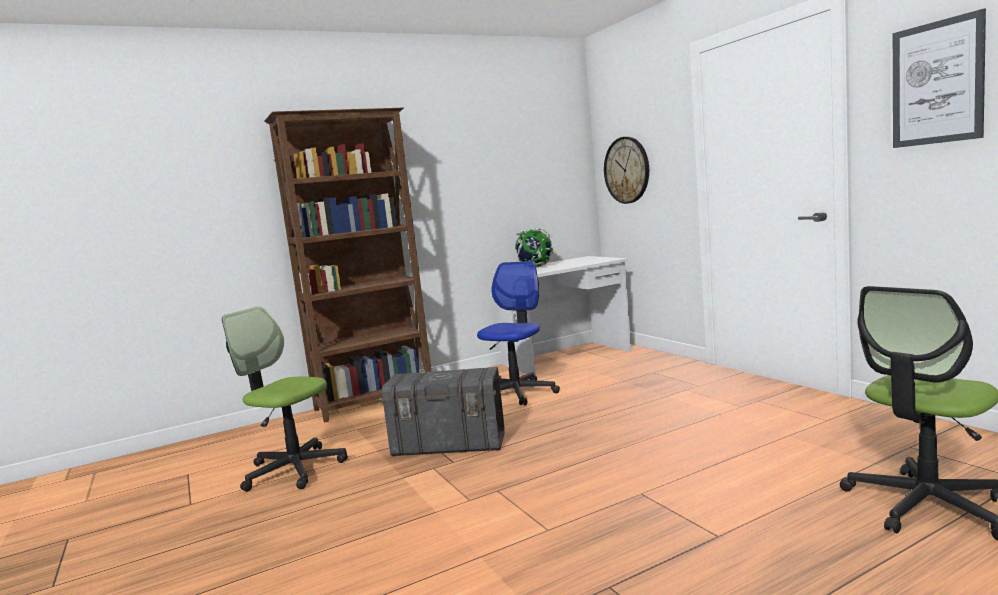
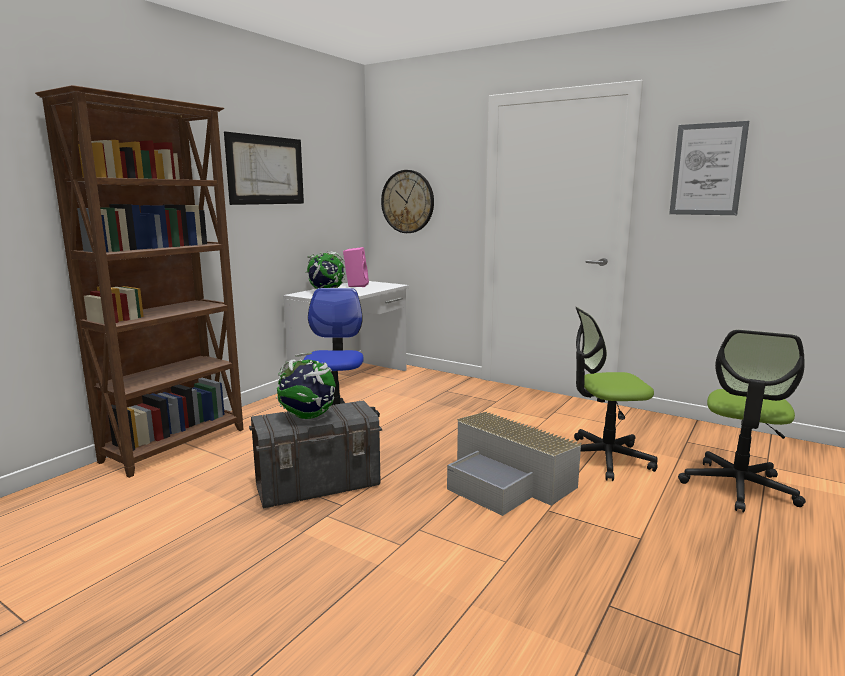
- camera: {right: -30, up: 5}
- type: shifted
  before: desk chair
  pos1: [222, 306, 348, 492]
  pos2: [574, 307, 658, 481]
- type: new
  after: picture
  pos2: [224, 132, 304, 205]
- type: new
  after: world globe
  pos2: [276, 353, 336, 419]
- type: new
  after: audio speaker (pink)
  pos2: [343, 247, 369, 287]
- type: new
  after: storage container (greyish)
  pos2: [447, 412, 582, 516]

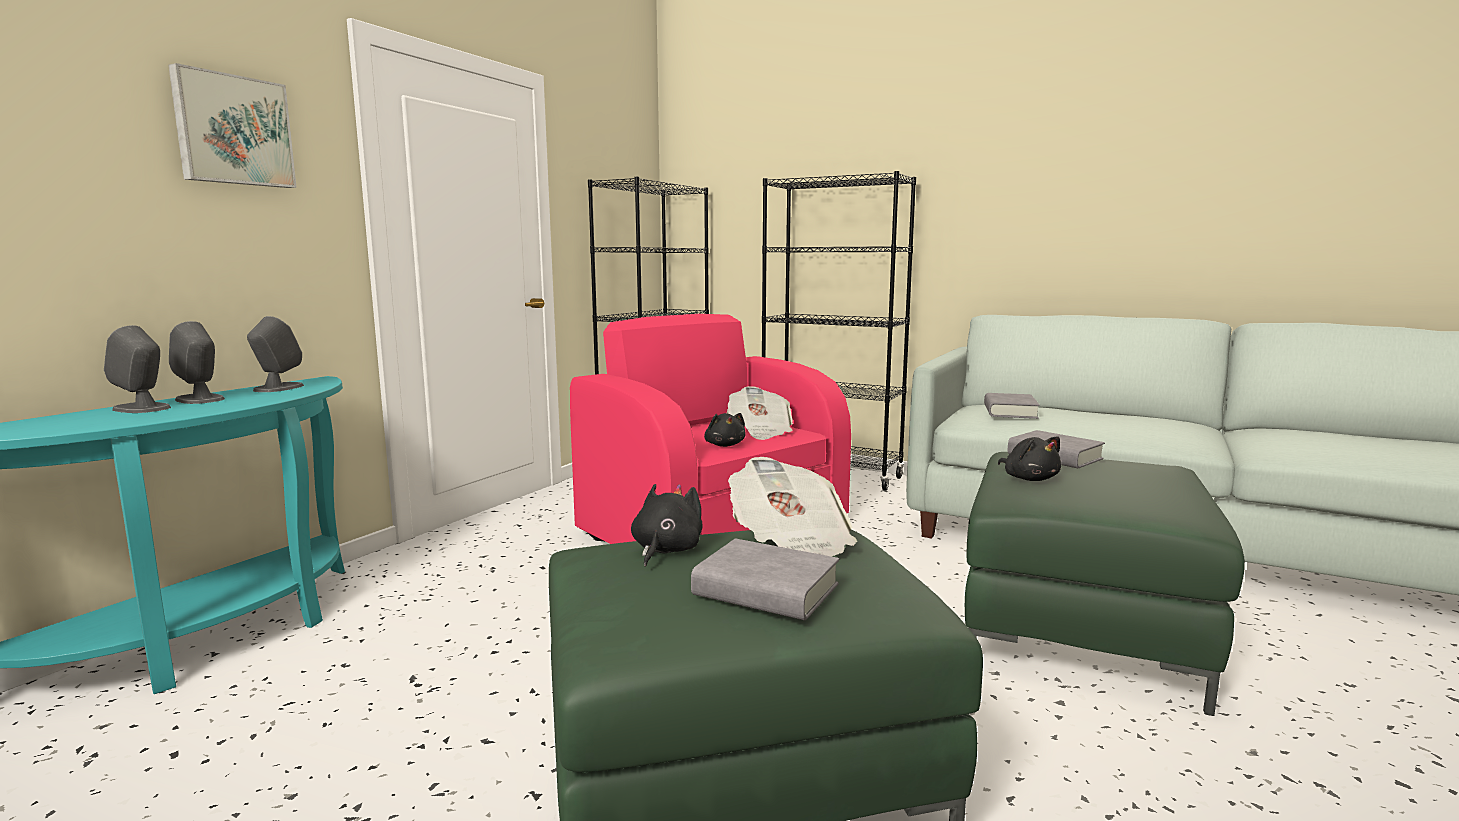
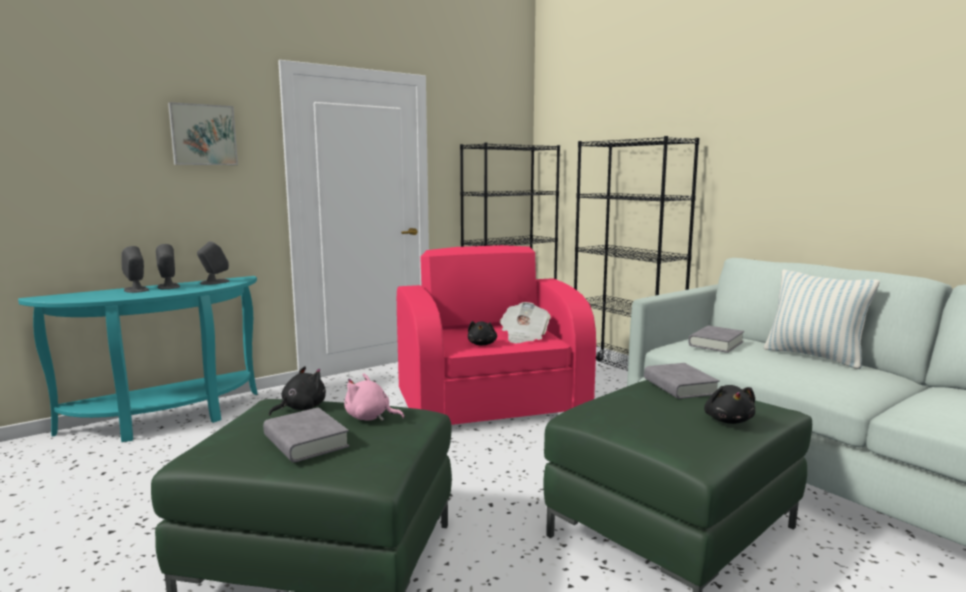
- camera: {right: 25, up: 0}
- type: swapped
  before: printed paper
  after: plush toy (pink)
  pos1: [728, 457, 857, 557]
  pos2: [344, 373, 405, 421]
- type: shifted
  before: plush toy (black-coloured)
  pos1: [998, 437, 1061, 481]
  pos2: [704, 385, 755, 424]
- type: new
  after: throw pillow
  pos2: [764, 270, 880, 369]

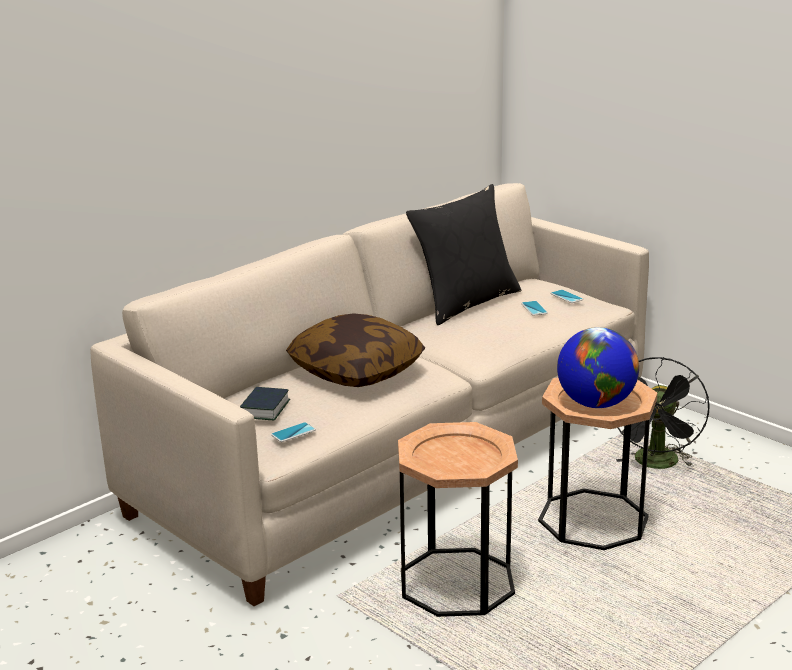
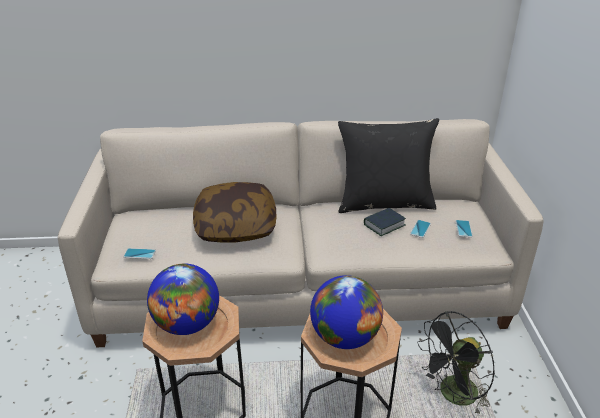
- camera: {right: 40, up: 10}
- type: shifted
  before: bound book
  pos1: [240, 387, 290, 420]
  pos2: [364, 208, 406, 236]
- type: new
  after: world globe
  pos2: [147, 263, 219, 335]

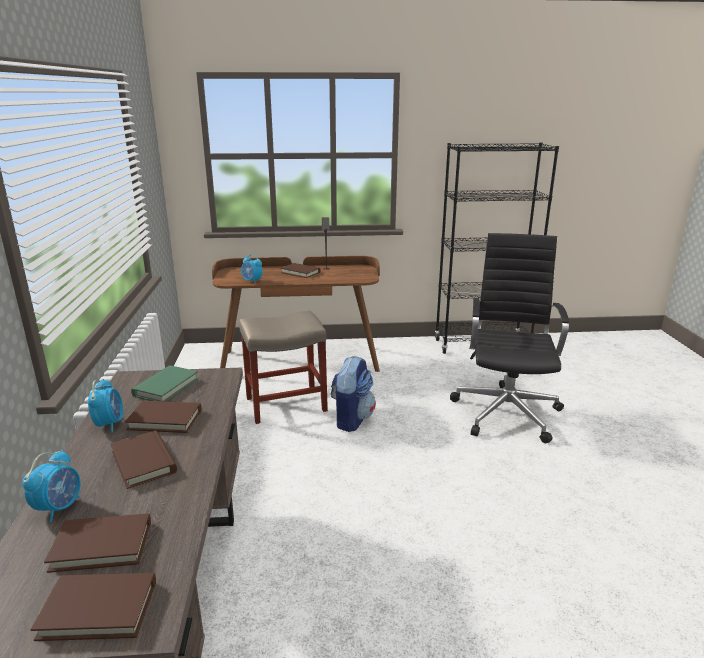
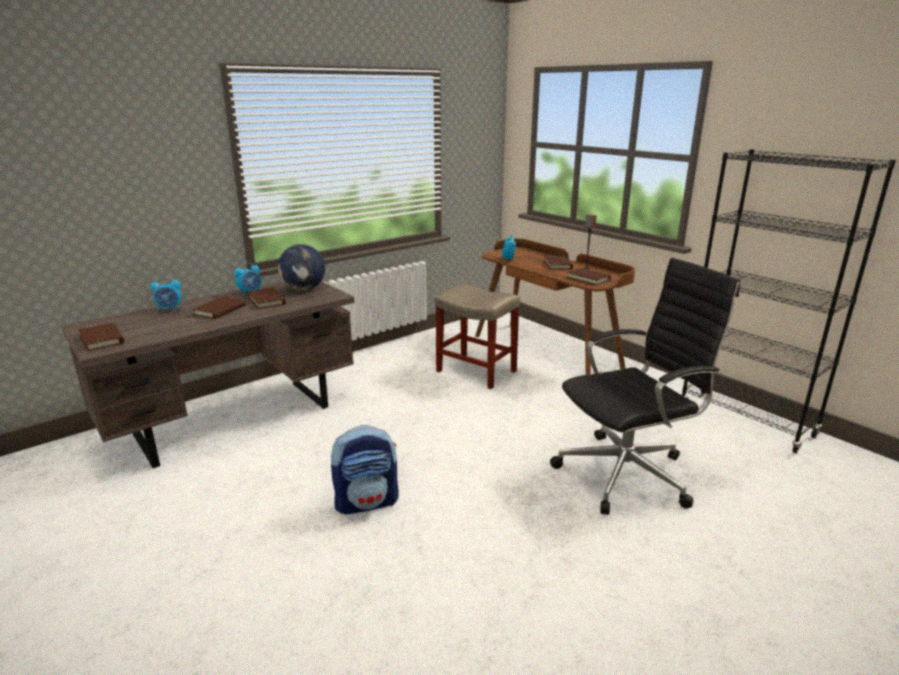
- camera: {right: 55, up: 0}
- type: shifted
  before: bound book (brownish)
  pos1: [44, 513, 151, 573]
  pos2: [567, 268, 611, 285]
- type: swapped
  before: bound book (greenish)
  after: world globe
  pos1: [131, 365, 199, 401]
  pos2: [278, 244, 325, 291]
- type: shifted
  before: backpack
  pos1: [331, 356, 376, 432]
  pos2: [331, 425, 399, 514]

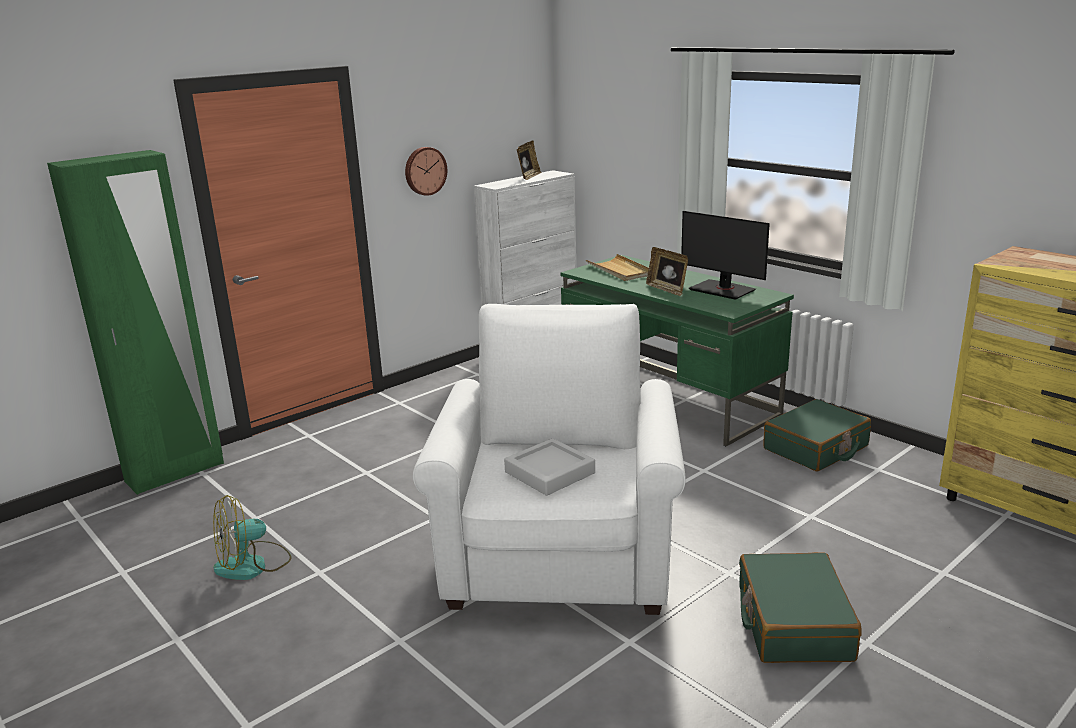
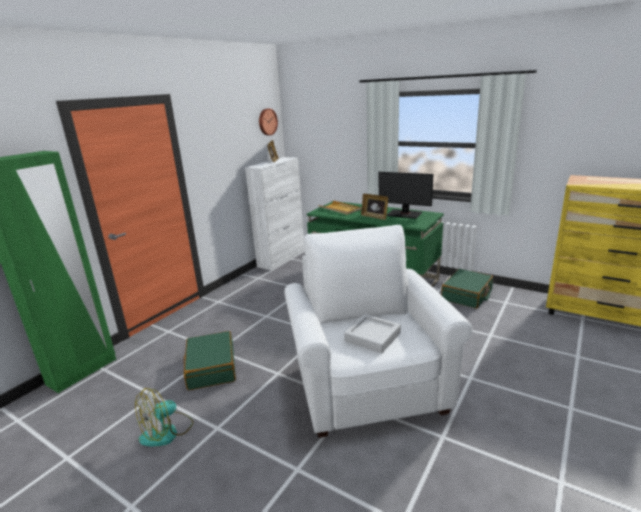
- camera: {right: -15, up: 0}
- type: shifted
  before: clock on the wall
  pos1: [405, 147, 447, 196]
  pos2: [259, 109, 278, 135]
- type: shifted
  before: suitcase (greenish)
  pos1: [739, 552, 862, 663]
  pos2: [183, 331, 236, 390]

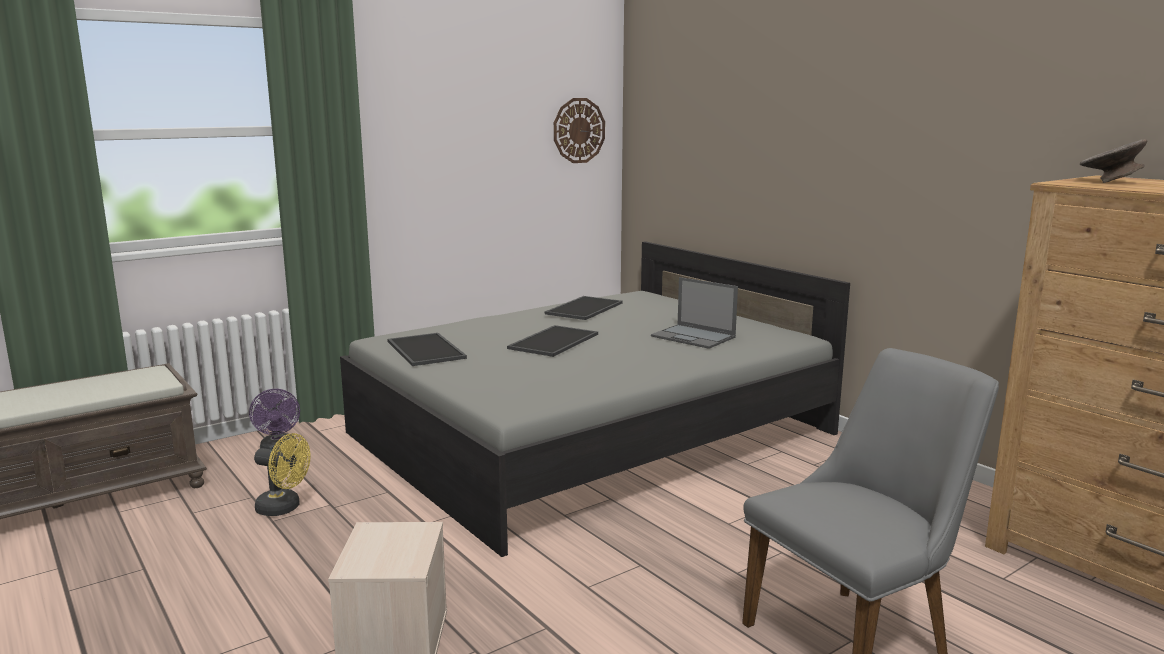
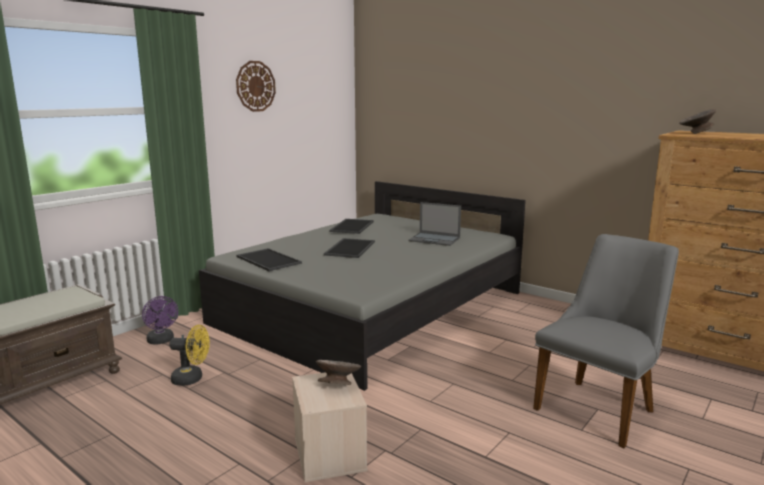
- camera: {right: -15, up: 0}
- type: shifted
  before: clock on the wall
  pos1: [554, 98, 605, 163]
  pos2: [236, 61, 276, 112]
- type: new
  after: serving bowl (greyish)
  pos2: [316, 360, 361, 385]

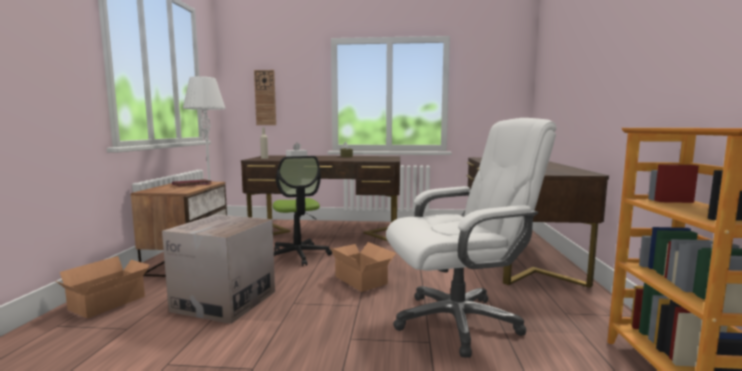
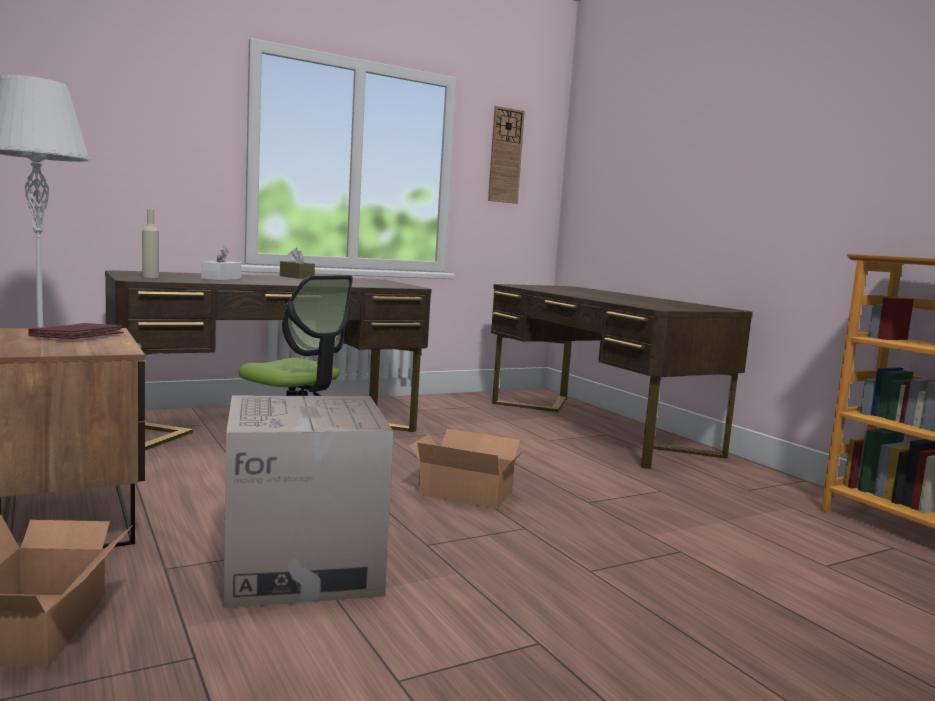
- camera: {right: -35, up: 0}
- type: shifted
  before: clock on the wall
  pos1: [254, 70, 276, 125]
  pos2: [488, 106, 525, 204]
- type: gone
  before: desk chair (whitish)
  pos1: [386, 118, 557, 358]

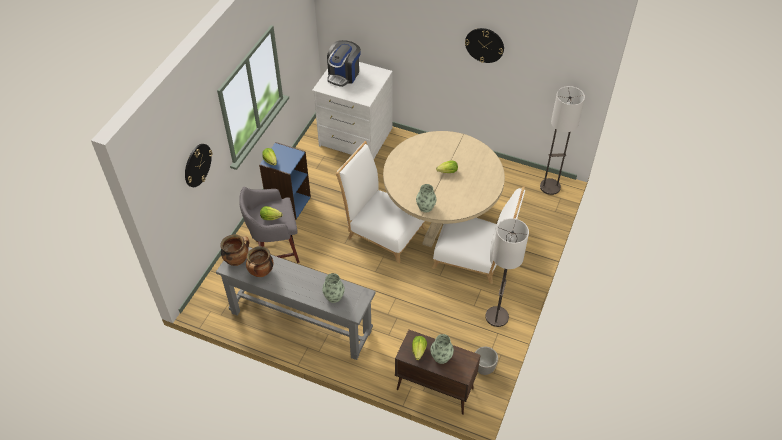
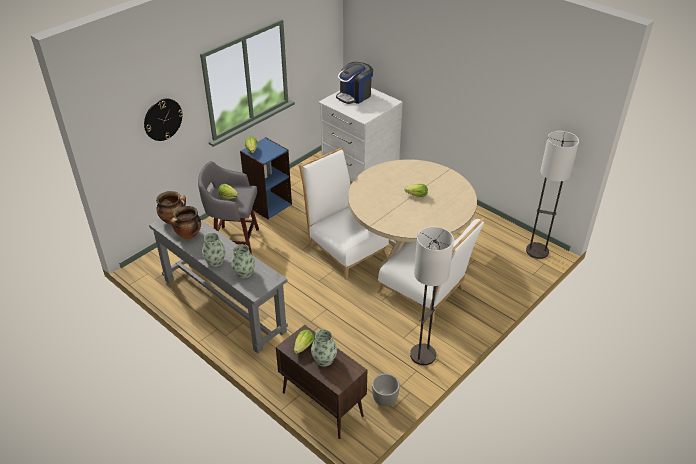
- camera: {right: 20, up: -10}
- type: shifted
  before: decorative vase
  pos1: [416, 184, 437, 212]
  pos2: [202, 233, 226, 267]
- type: gone
  before: clock on the wall
  pos1: [465, 28, 504, 63]

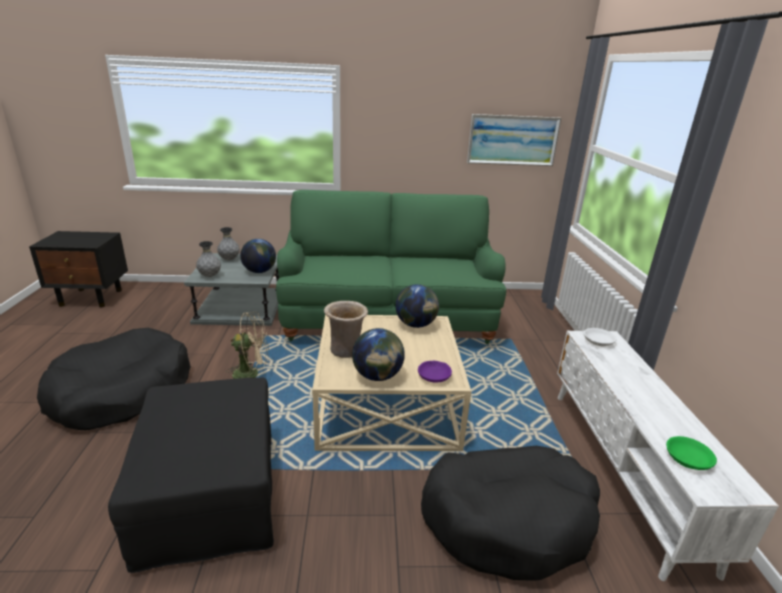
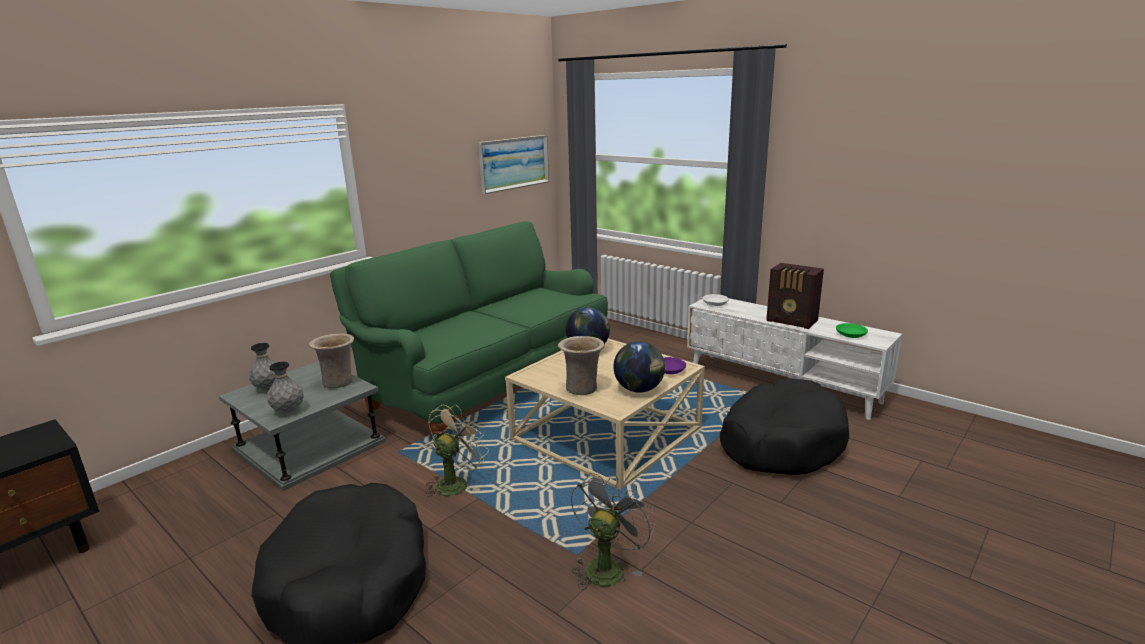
- camera: {right: -45, up: -5}
- type: swapped
  before: pouffe (black-coloured)
  after: electric fan (greyish)
  pos1: [108, 377, 274, 573]
  pos2: [571, 473, 655, 590]
- type: swapped
  before: world globe
  after: decorative vase (beige)
  pos1: [240, 239, 276, 273]
  pos2: [309, 334, 354, 388]
- type: new
  after: radio receiver
  pos2: [766, 263, 824, 329]

